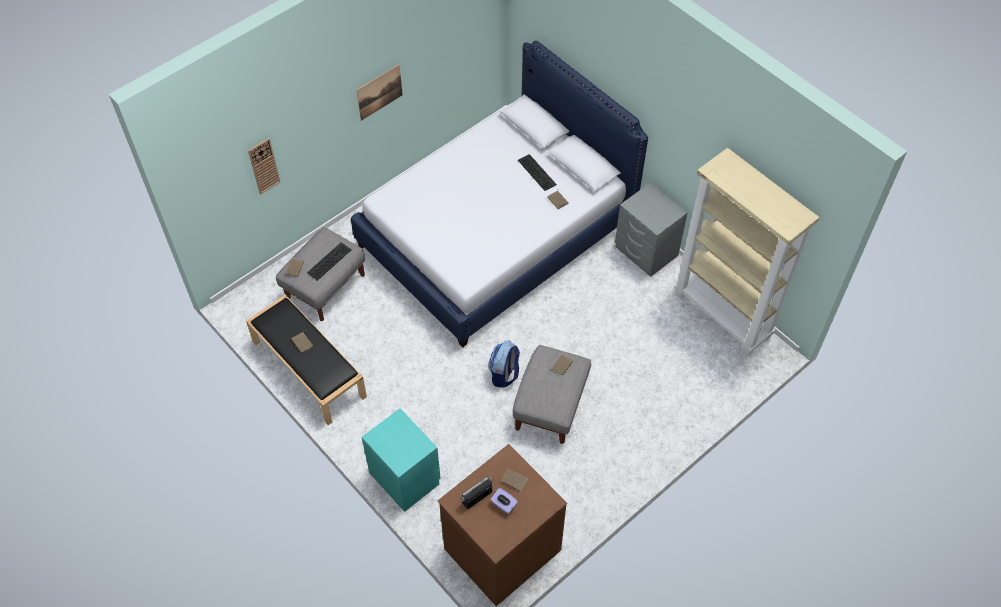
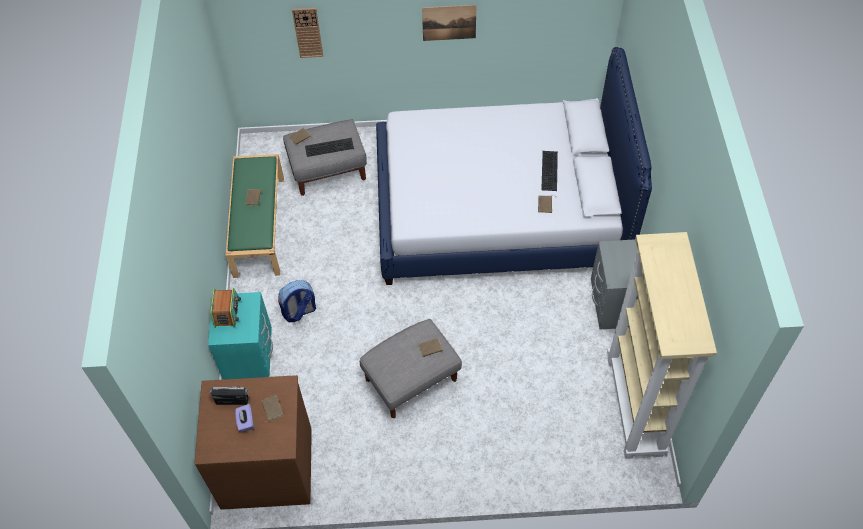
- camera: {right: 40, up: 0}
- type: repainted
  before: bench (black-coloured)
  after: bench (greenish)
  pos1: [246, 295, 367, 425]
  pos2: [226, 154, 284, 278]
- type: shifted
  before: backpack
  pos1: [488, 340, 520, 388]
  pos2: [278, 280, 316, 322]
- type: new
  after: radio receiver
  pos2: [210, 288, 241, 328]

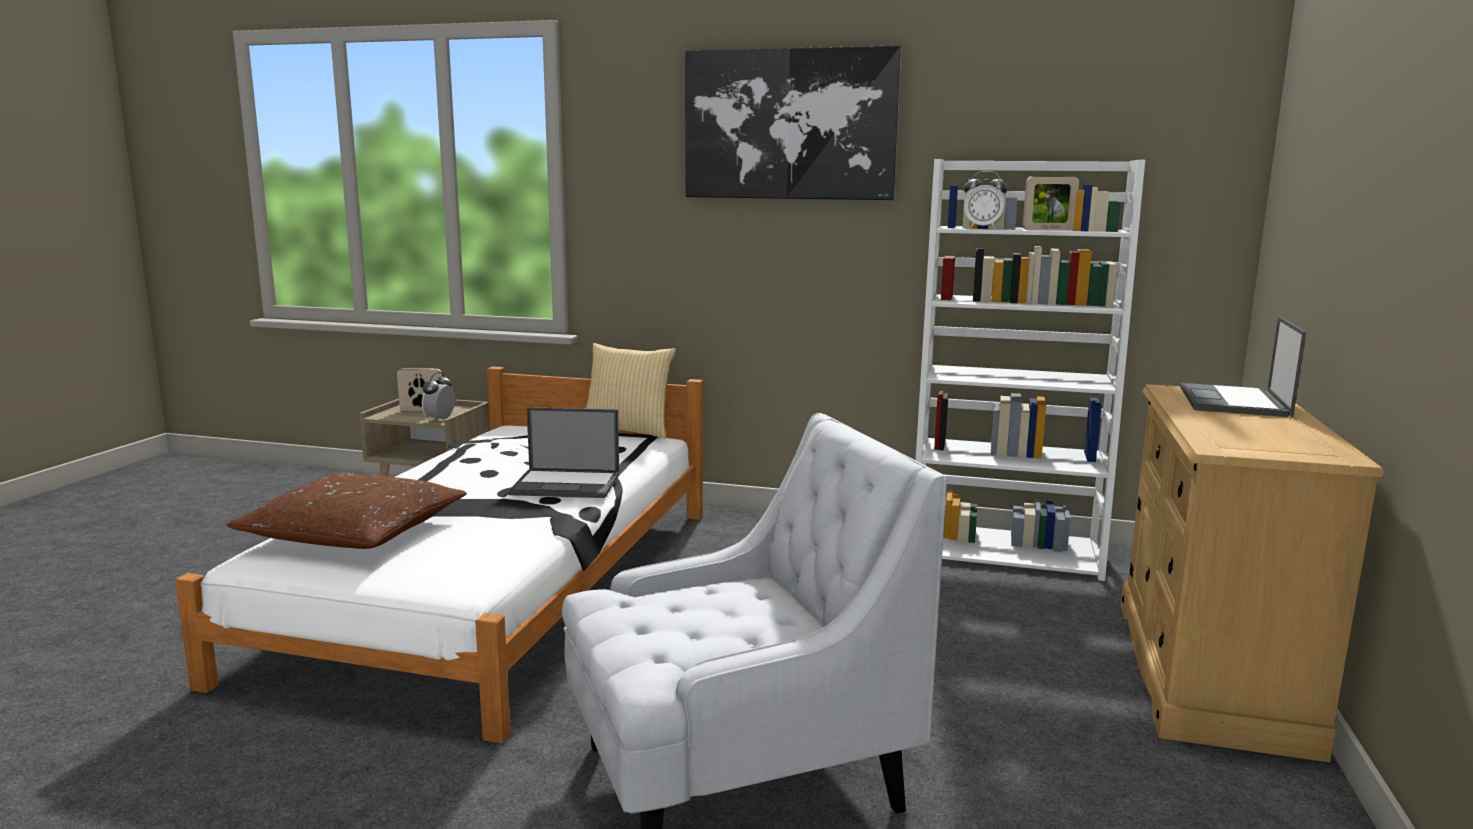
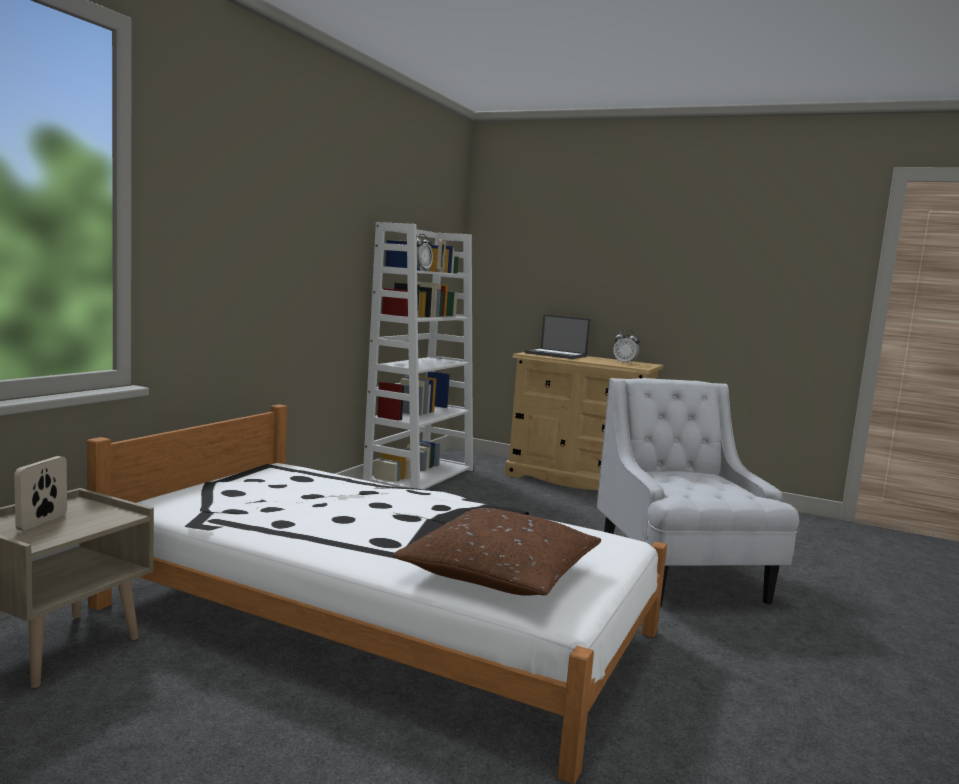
- camera: {right: -80, up: -5}
- type: shifted
  before: table clock
  pos1: [422, 372, 455, 422]
  pos2: [613, 330, 640, 364]
- type: gone
  before: notebook computer
  pos1: [509, 407, 619, 498]
- type: gone
  before: throw pillow
  pos1: [586, 343, 676, 439]
- type: gone
  before: picture
  pos1: [685, 45, 902, 200]

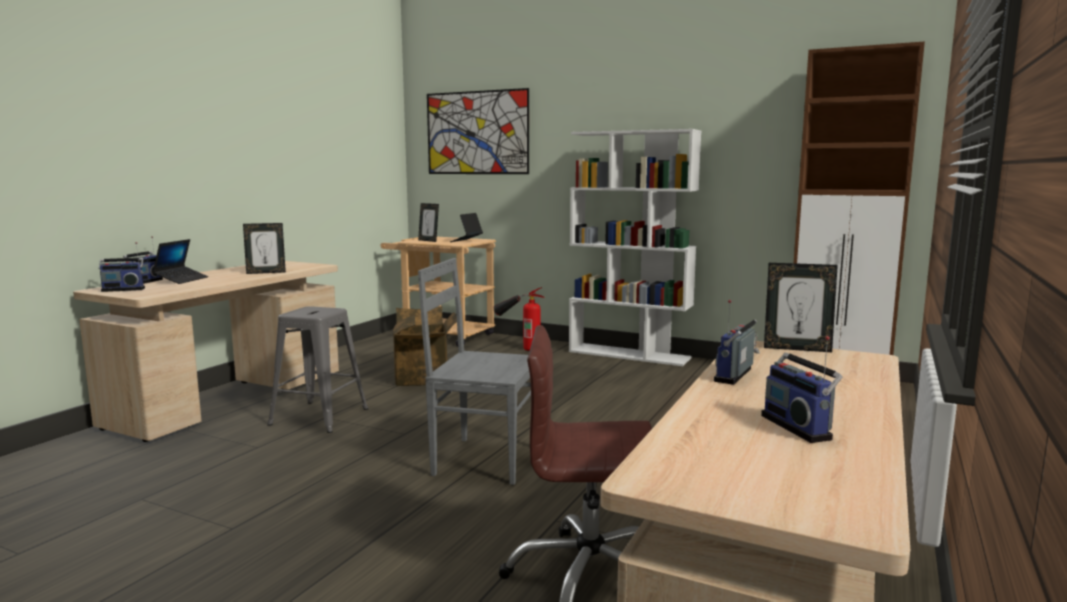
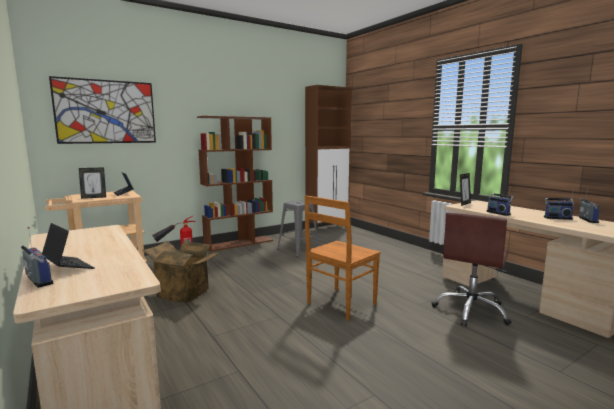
- camera: {right: -60, up: 0}
- type: shifted
  before: radio receiver
  pos1: [98, 242, 145, 292]
  pos2: [579, 188, 600, 223]
- type: gone
  before: picture frame
  pos1: [243, 223, 286, 274]
- type: shifted
  before: stool (greyish)
  pos1: [267, 306, 368, 433]
  pos2: [277, 200, 320, 257]
- type: repainted
  before: plain chair (greyish)
  after: plain chair (brownish)
  pos1: [418, 258, 531, 485]
  pos2: [305, 195, 380, 321]
- type: repainted
  before: shelving unit (whitish)
  after: shelving unit (brownish)
  pos1: [569, 129, 701, 366]
  pos2: [197, 116, 273, 252]

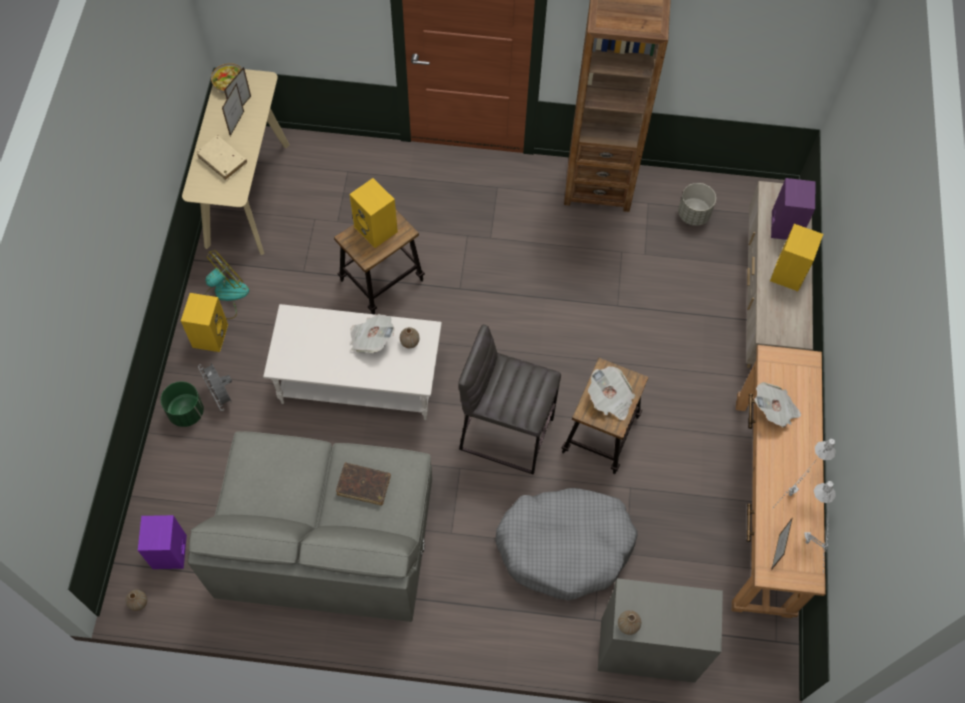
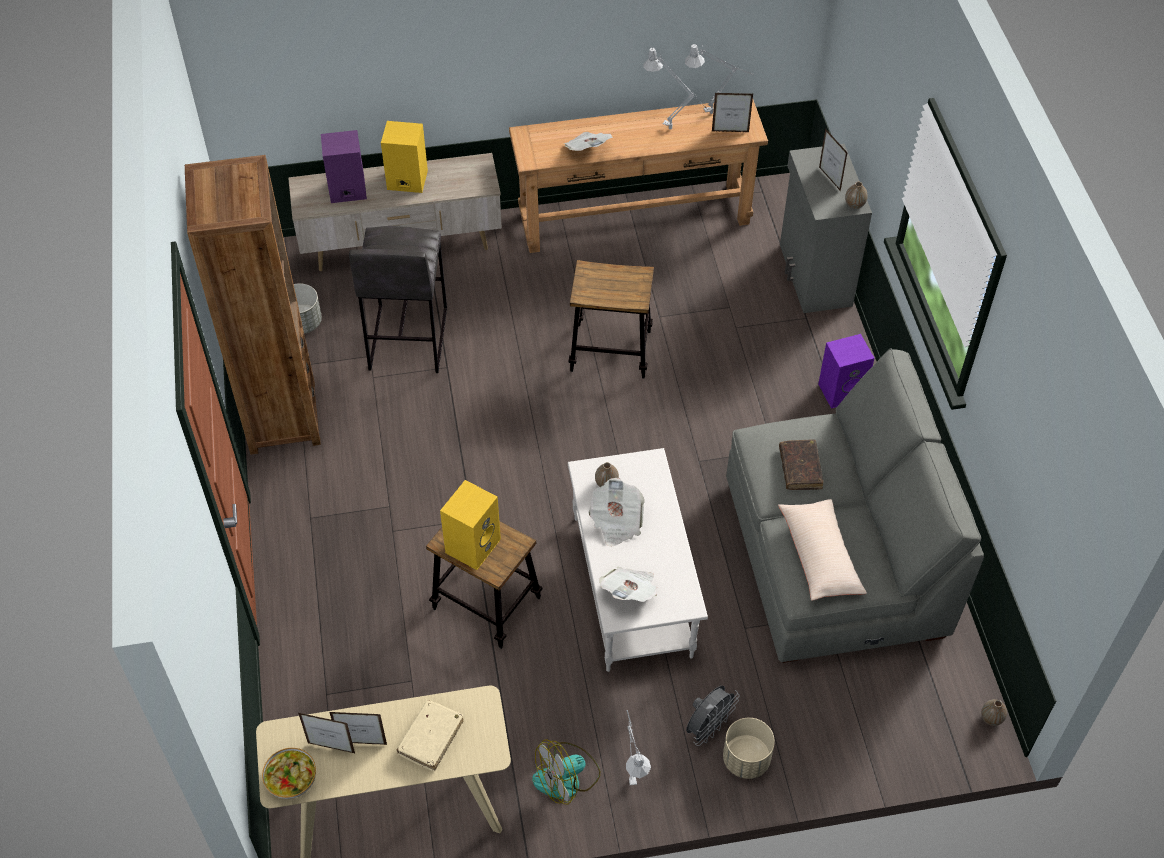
- camera: {right: -105, up: -10}
- type: shifted
  before: audio speaker (purple-coloured)
  pos1: [138, 515, 187, 569]
  pos2: [818, 334, 874, 408]
- type: repainted
  before: plant pot (greenish)
  after: plant pot (beige)
  pos1: [161, 381, 204, 427]
  pos2: [723, 718, 775, 779]
- type: swapped
  before: audio speaker (yellow)
  after: tabletop lamp (greyish)
  pos1: [181, 293, 228, 352]
  pos2: [626, 710, 651, 785]
- type: rotated
  before: electric fan
  pos1: [205, 250, 249, 319]
  pos2: [532, 740, 601, 804]
  turn: -60
- type: shifted
  before: stool (greyish)
  pos1: [458, 325, 561, 475]
  pos2: [349, 226, 447, 373]
- type: gone
  before: pet bed (greyish)
  pos1: [495, 488, 638, 601]
- type: shifted
  before: printed paper
  pos1: [588, 366, 635, 420]
  pos2: [599, 567, 657, 602]
- type: new
  after: throw pillow (beige)
  pos2: [778, 499, 867, 601]
- type: new
  after: picture frame
  pos2: [819, 128, 848, 191]

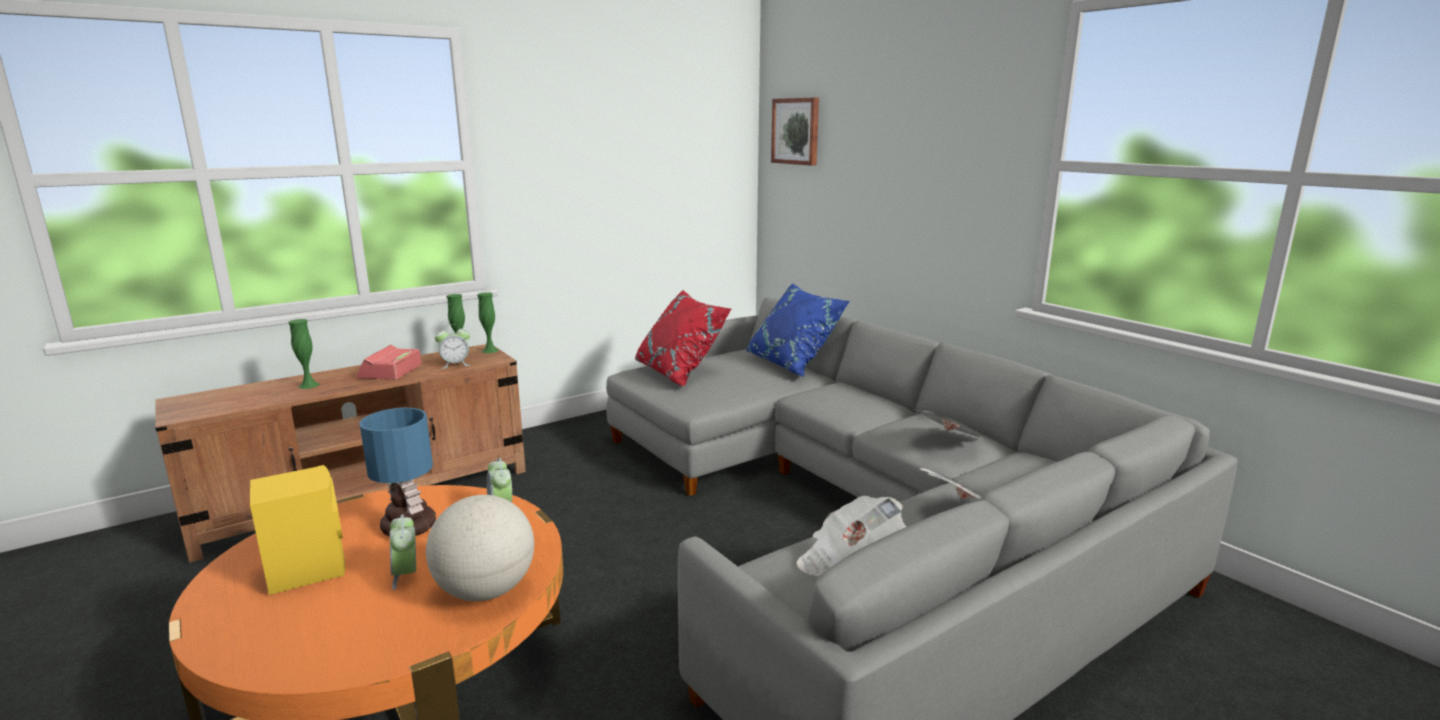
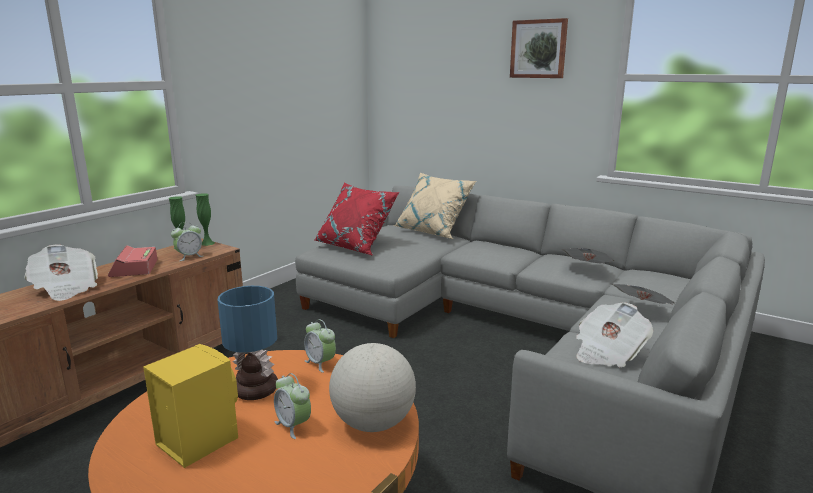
- camera: {right: -20, up: 0}
- type: swapped
  before: decorative vase (greenish)
  after: printed paper
  pos1: [288, 319, 320, 389]
  pos2: [24, 244, 98, 301]
- type: repainted
  before: throw pillow (blue)
  after: throw pillow (beige)
  pos1: [746, 283, 850, 377]
  pos2: [393, 172, 476, 239]
- type: shifted
  before: picture
  pos1: [771, 98, 819, 166]
  pos2: [510, 18, 568, 78]

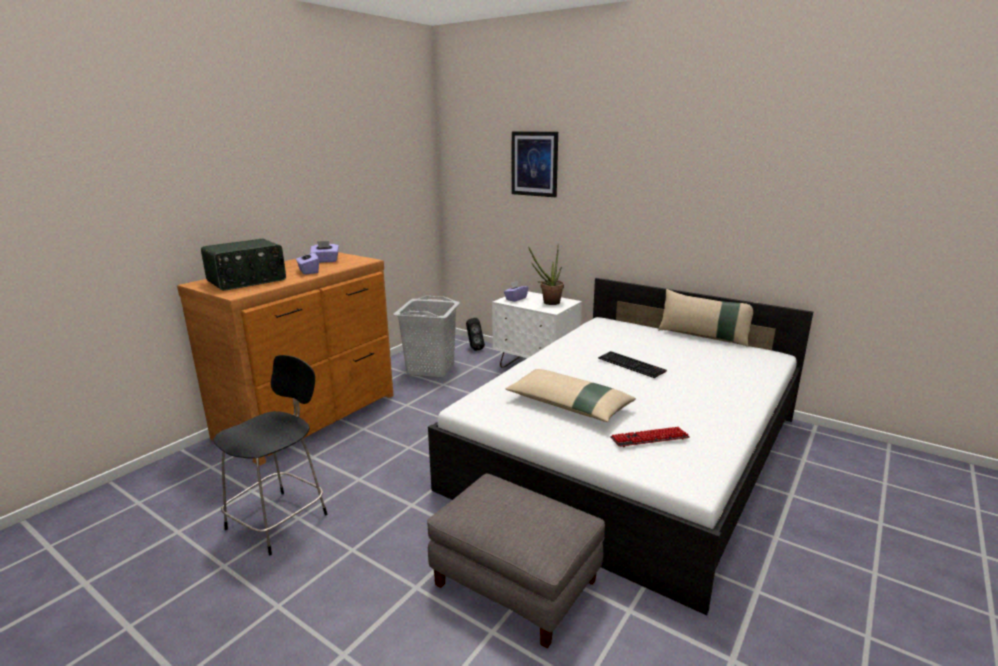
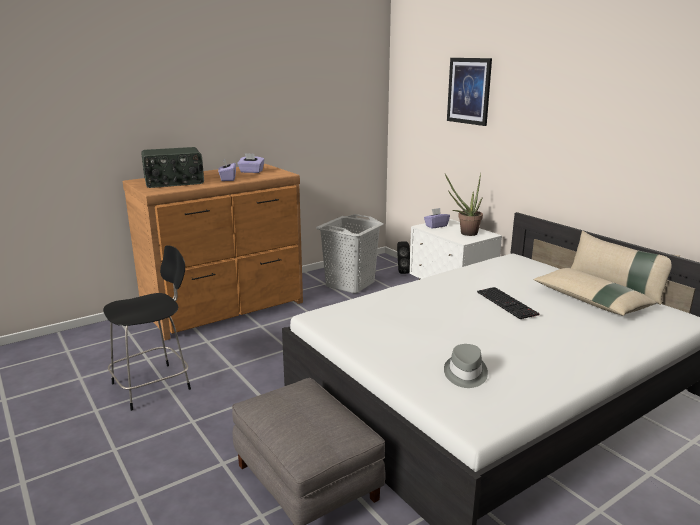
- camera: {right: 20, up: 0}
- type: shifted
  before: throw pillow (beige)
  pos1: [506, 369, 636, 422]
  pos2: [534, 268, 657, 316]
- type: swapped
  before: computer keyboard
  after: clothing hat (greyish)
  pos1: [610, 427, 690, 447]
  pos2: [444, 344, 488, 388]

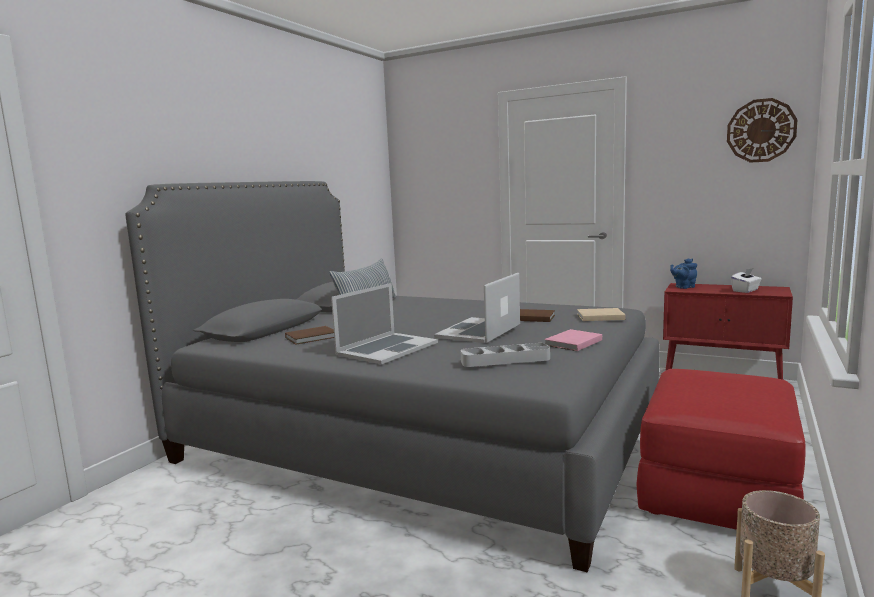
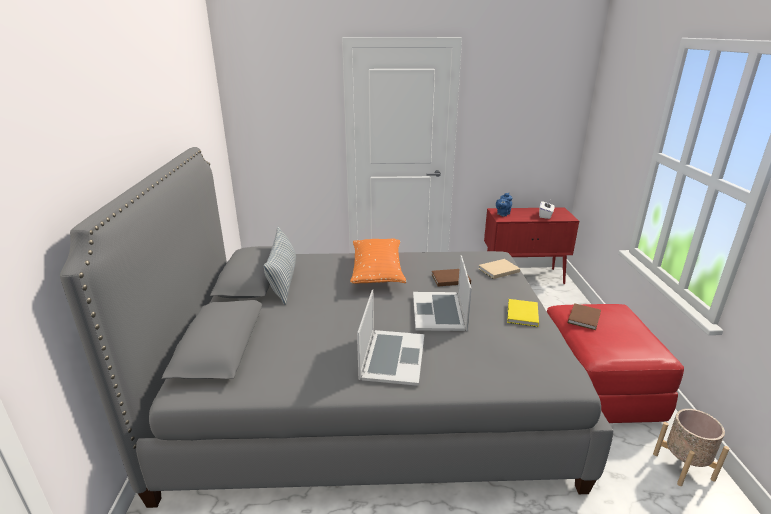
- camera: {right: -30, up: 15}
- type: shifted
  before: bound book (brownish)
  pos1: [285, 326, 334, 345]
  pos2: [568, 303, 601, 330]
- type: gone
  before: carrying tray (greyish)
  pos1: [461, 343, 550, 367]
- type: repainted
  before: bound book (pink)
  after: bound book (yellow)
  pos1: [544, 329, 602, 351]
  pos2: [507, 299, 539, 327]
- type: gone
  before: clock on the wall
  pos1: [727, 98, 798, 163]
- type: new
  after: throw pillow (orange)
  pos2: [350, 238, 406, 284]

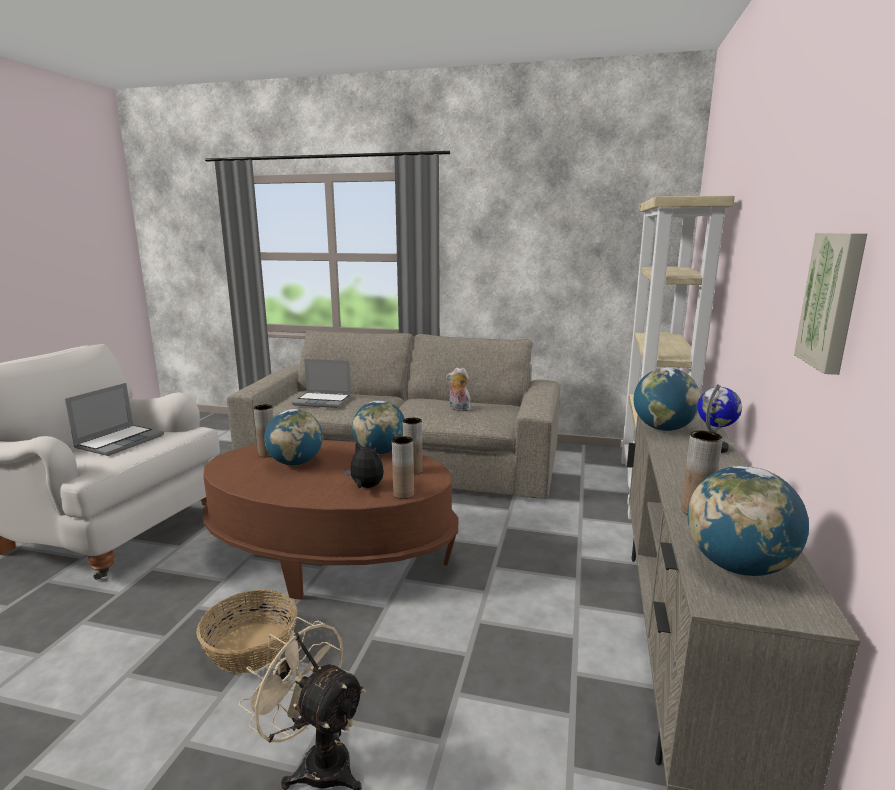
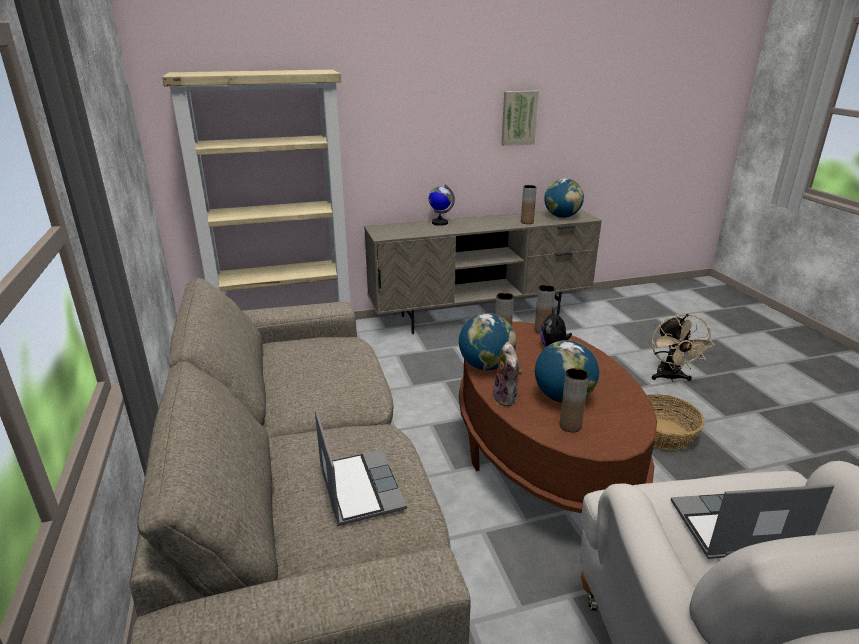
- camera: {right: -120, up: 10}
- type: shifted
  before: plush toy
  pos1: [446, 367, 471, 411]
  pos2: [493, 342, 523, 406]
- type: gone
  before: world globe
  pos1: [634, 368, 701, 431]

